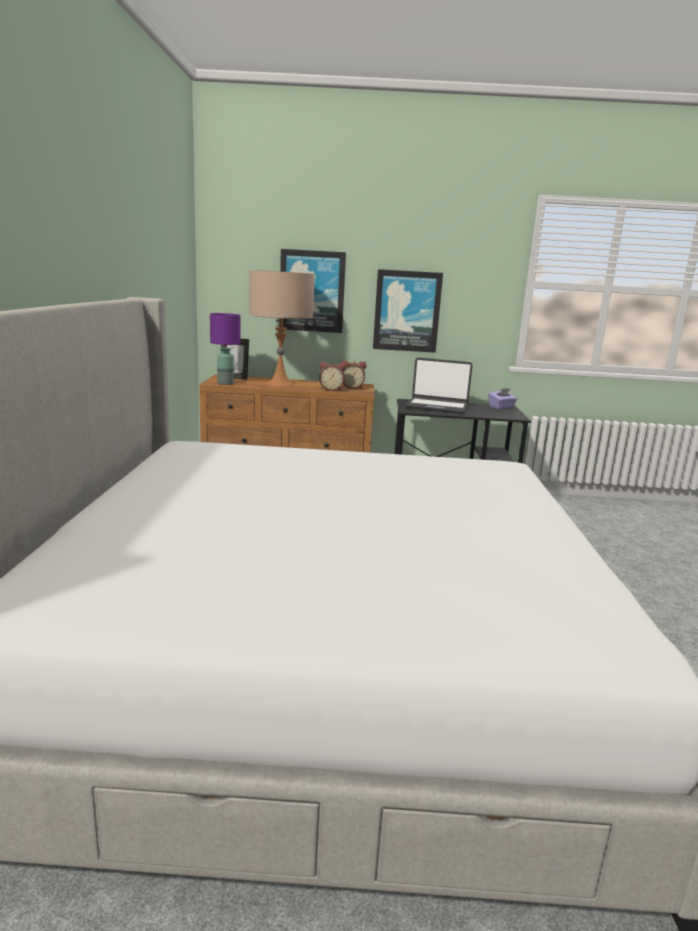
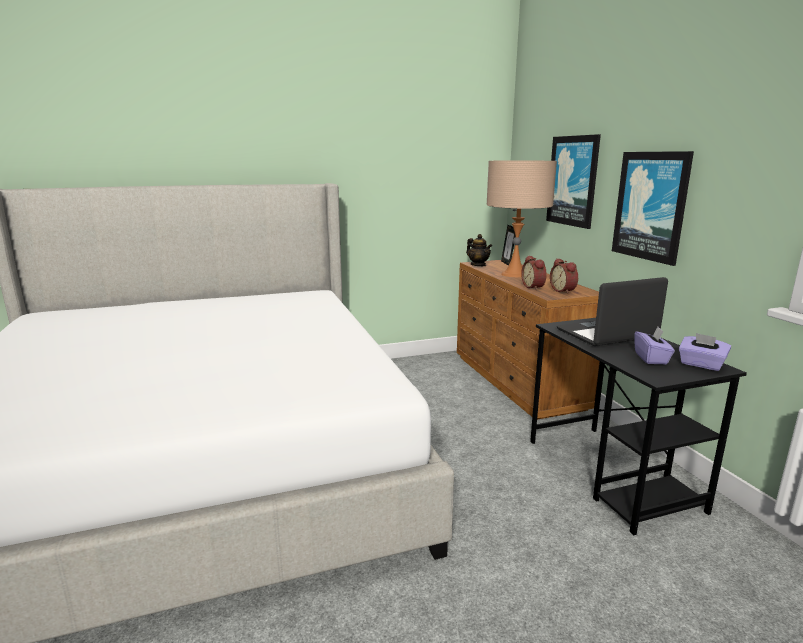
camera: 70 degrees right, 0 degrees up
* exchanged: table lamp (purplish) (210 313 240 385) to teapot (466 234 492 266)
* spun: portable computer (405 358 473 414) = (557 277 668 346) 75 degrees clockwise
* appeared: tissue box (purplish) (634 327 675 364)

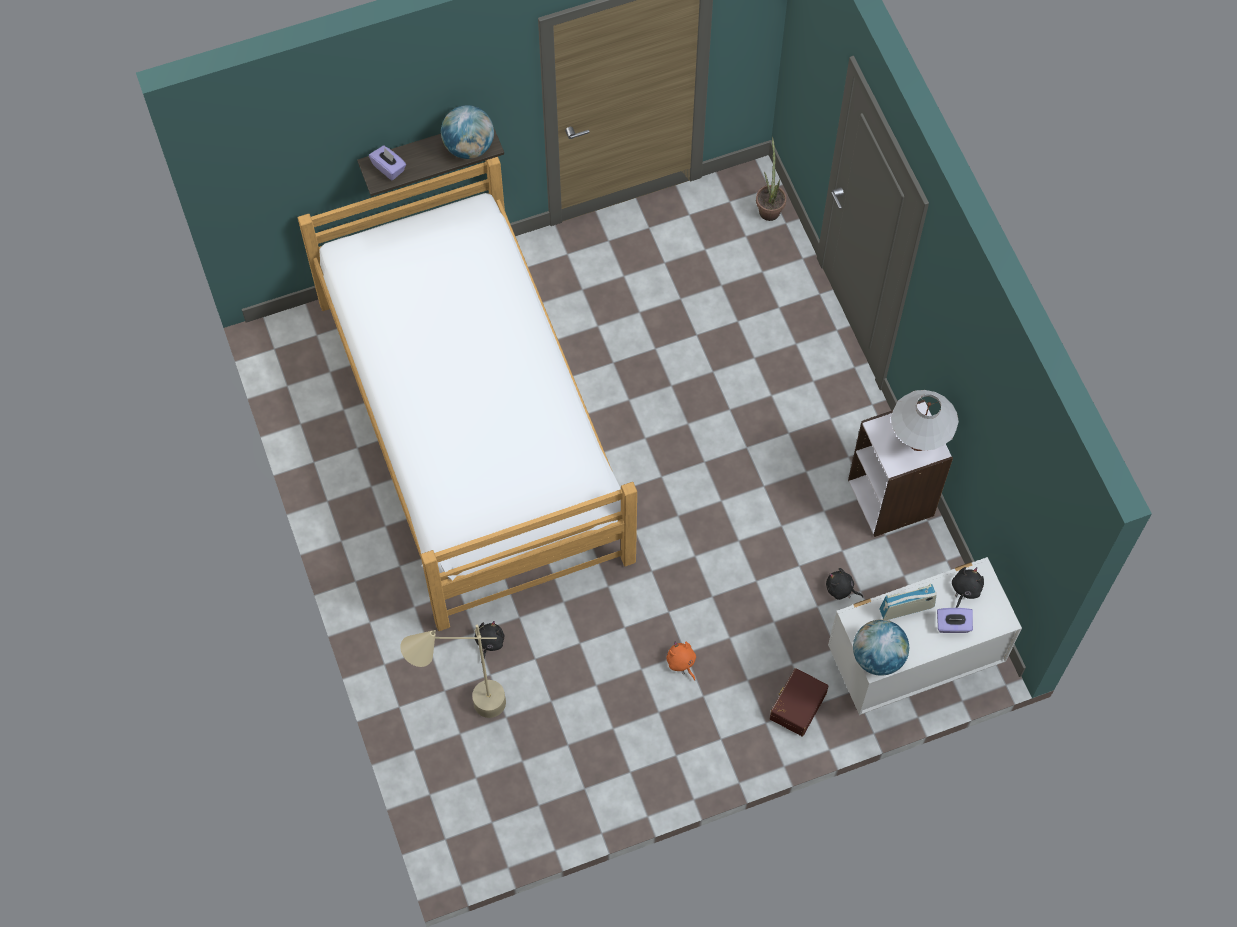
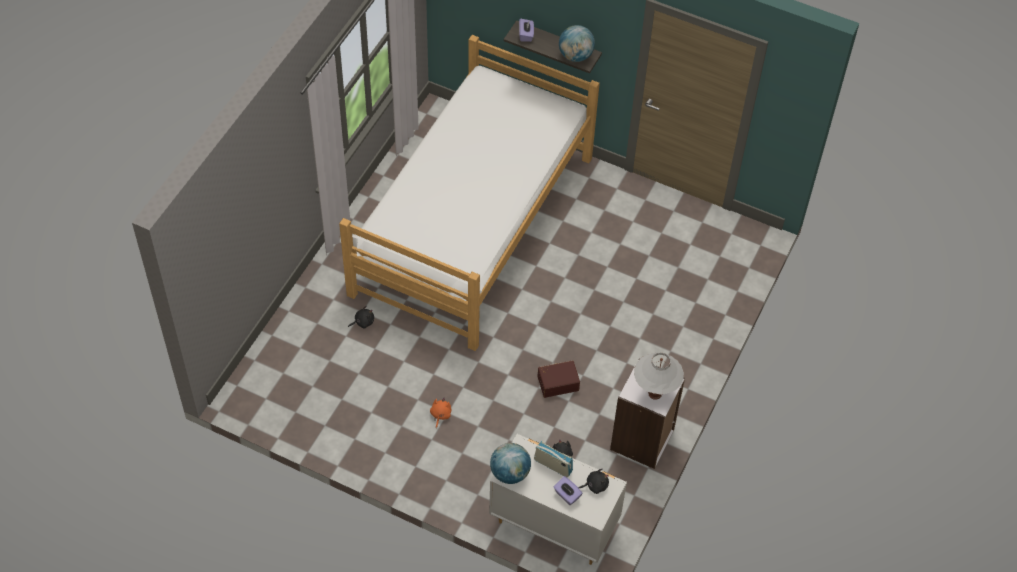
camera: 45 degrees right, 10 degrees down
* missing: floor lamp (sand-coloured) (400 625 506 718)
* missing: houseplant (756 137 787 221)
* relocated: storage box (brown-coloured) (770 668 828 736) to (538 360 580 398)

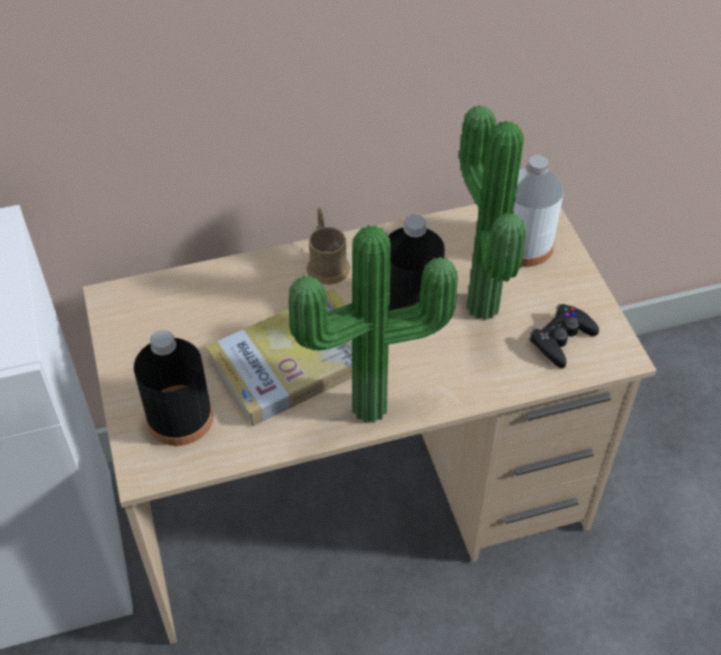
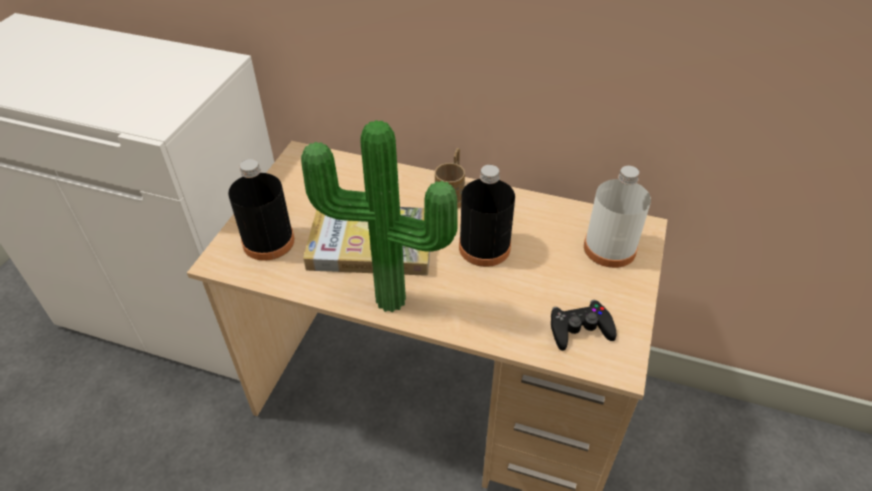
camera: 35 degrees right, 5 degrees down
* missing: houseplant (459 105 526 320)

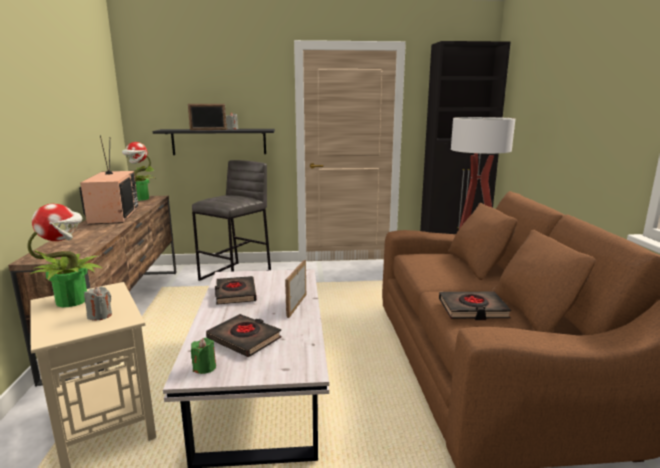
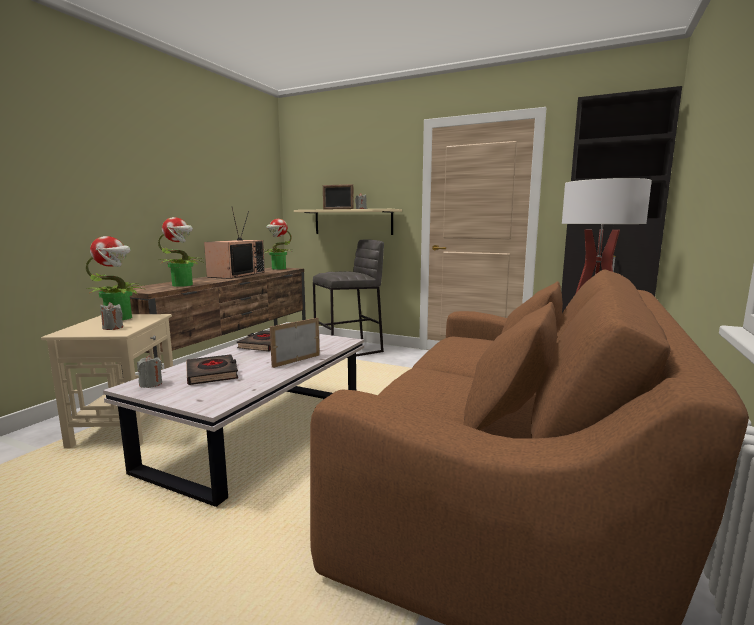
camera: 30 degrees right, 5 degrees down
* colour: wall shelf (black-coloured) (153 129 275 155) to wall shelf (sand-coloured) (294 209 402 235)
* colour: candle (greenish) (191 338 216 374) to candle (gray) (137 355 162 388)
* missing: volume (black-coloured) (439 292 511 320)
* appeared: houseplant (158 217 203 287)

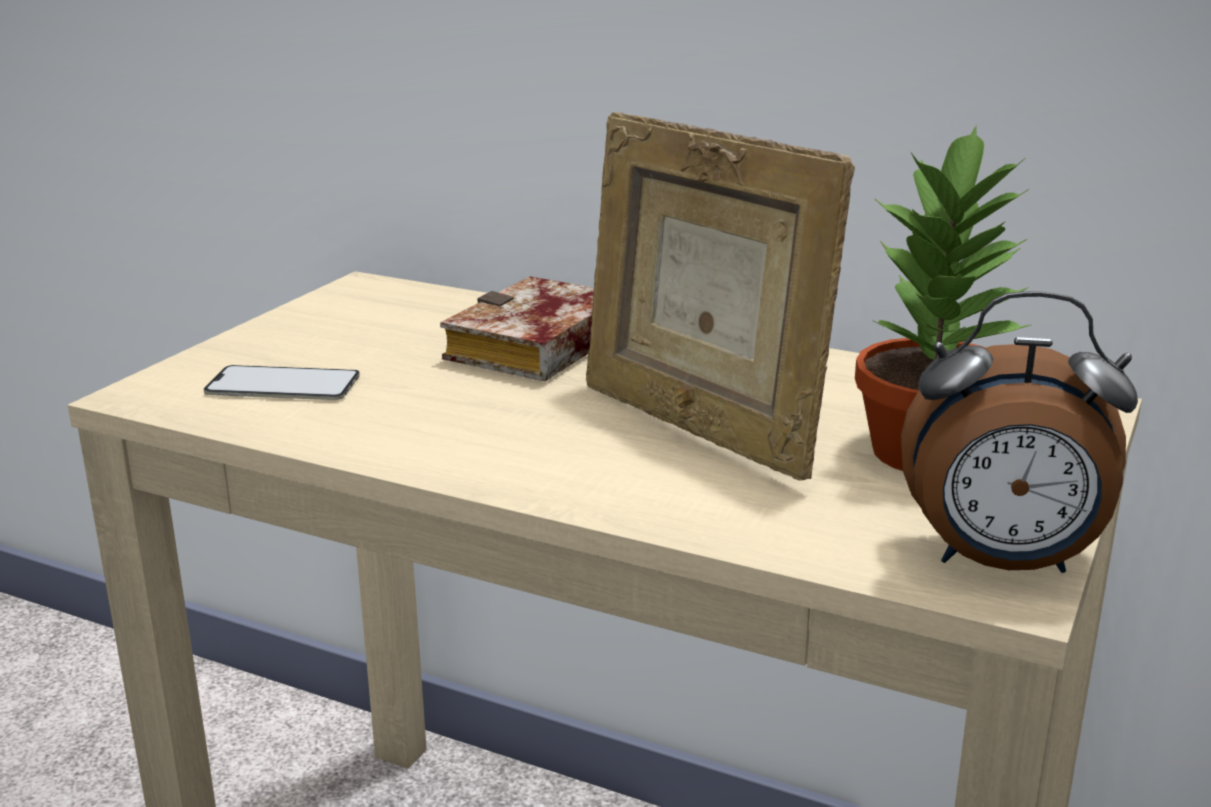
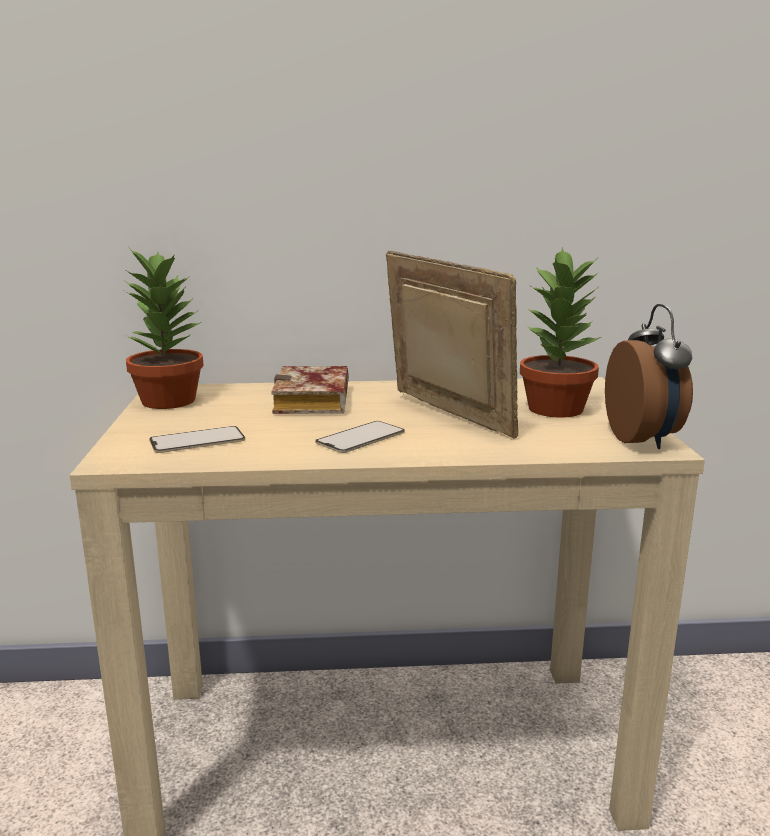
camera: 30 degrees left, 5 degrees down
* spun: picture frame (586 112 855 481) = (386 251 518 439) 150 degrees counterclockwise
* spun: alarm clock (901 291 1138 573) = (605 304 693 449) 75 degrees counterclockwise
* appeared: houseplant (124 248 204 409)
* appeared: telephone (315 421 405 453)

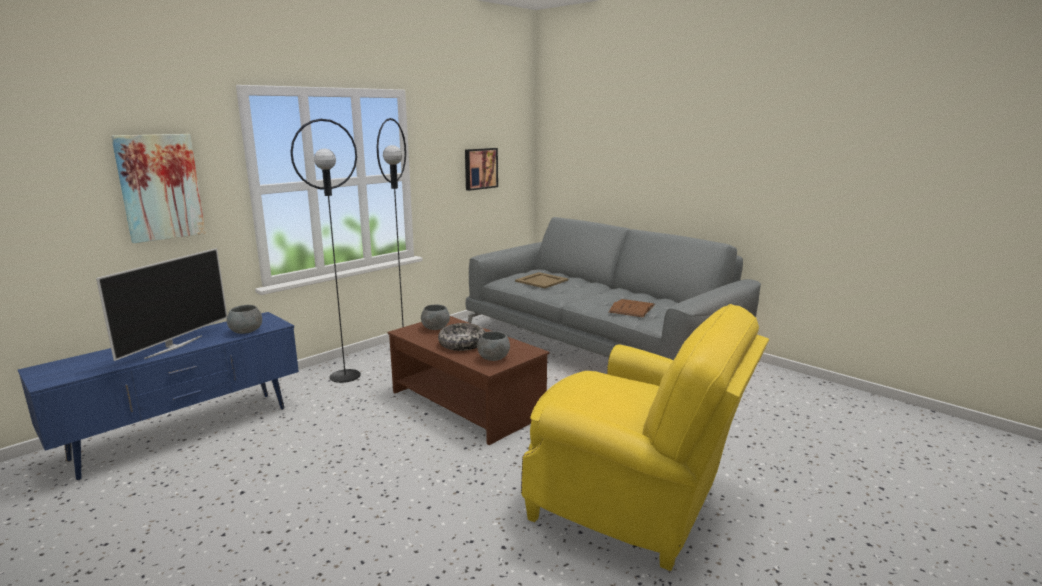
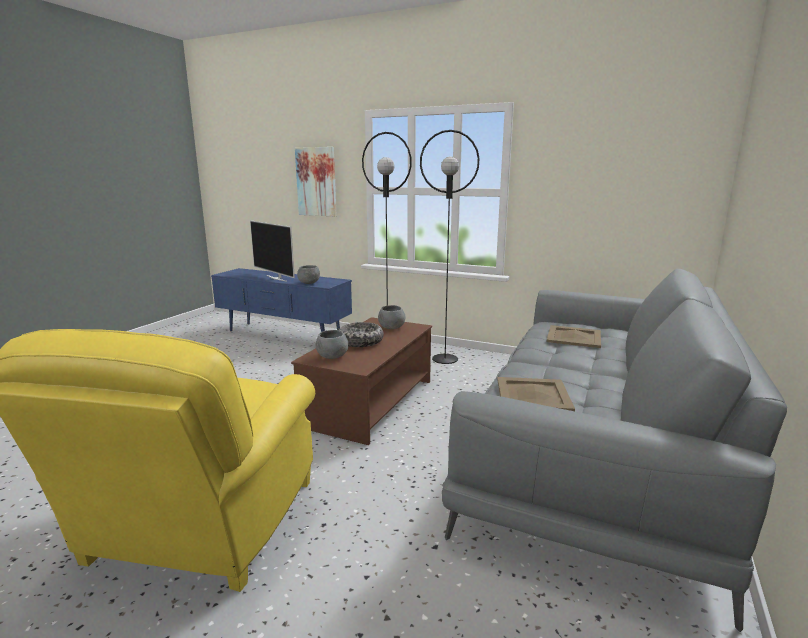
camera: 70 degrees right, 0 degrees up
* spun: TV (96 248 227 361) = (250 220 295 282) 45 degrees clockwise
* missing: wall picture (465 148 498 191)
* exchanged: volume (brown-coloured) (609 299 655 317) to serving tray (sand-coloured) (497 377 575 411)

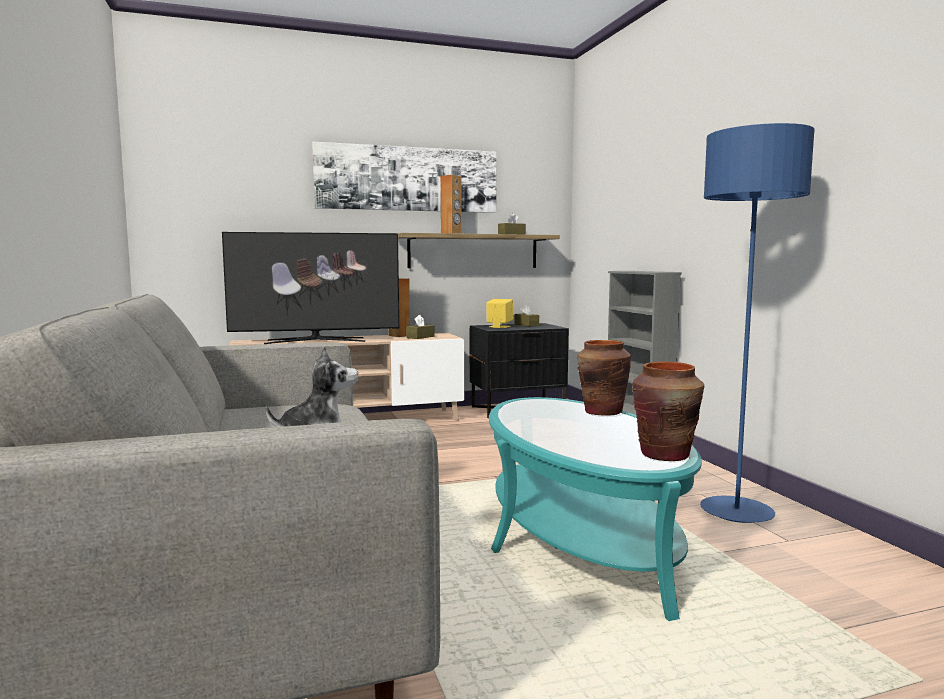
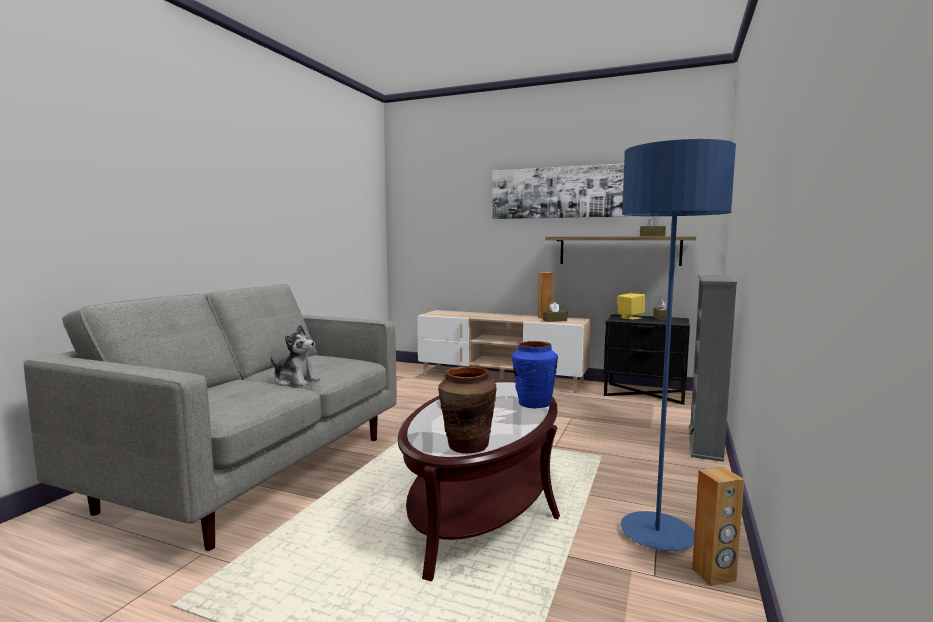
camera: 40 degrees right, 0 degrees up
* missing: TV (222 232 399 344)
* relocated: speaker (brown-coloured) (440 175 462 234) to (692 467 744 586)
* colour: low table (turquoise) (489 397 702 621) to low table (brown-coloured) (398 381 560 581)
* colour: flower vase (brown-coloured) (577 340 631 416) to flower vase (blue-coloured) (512 341 558 408)

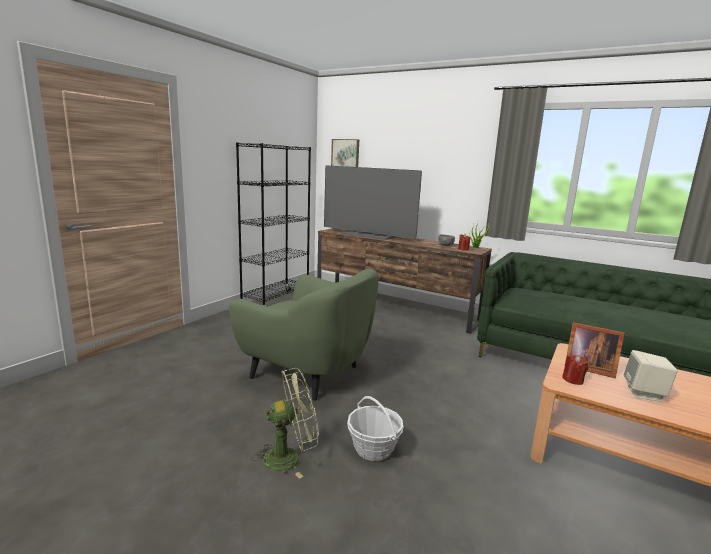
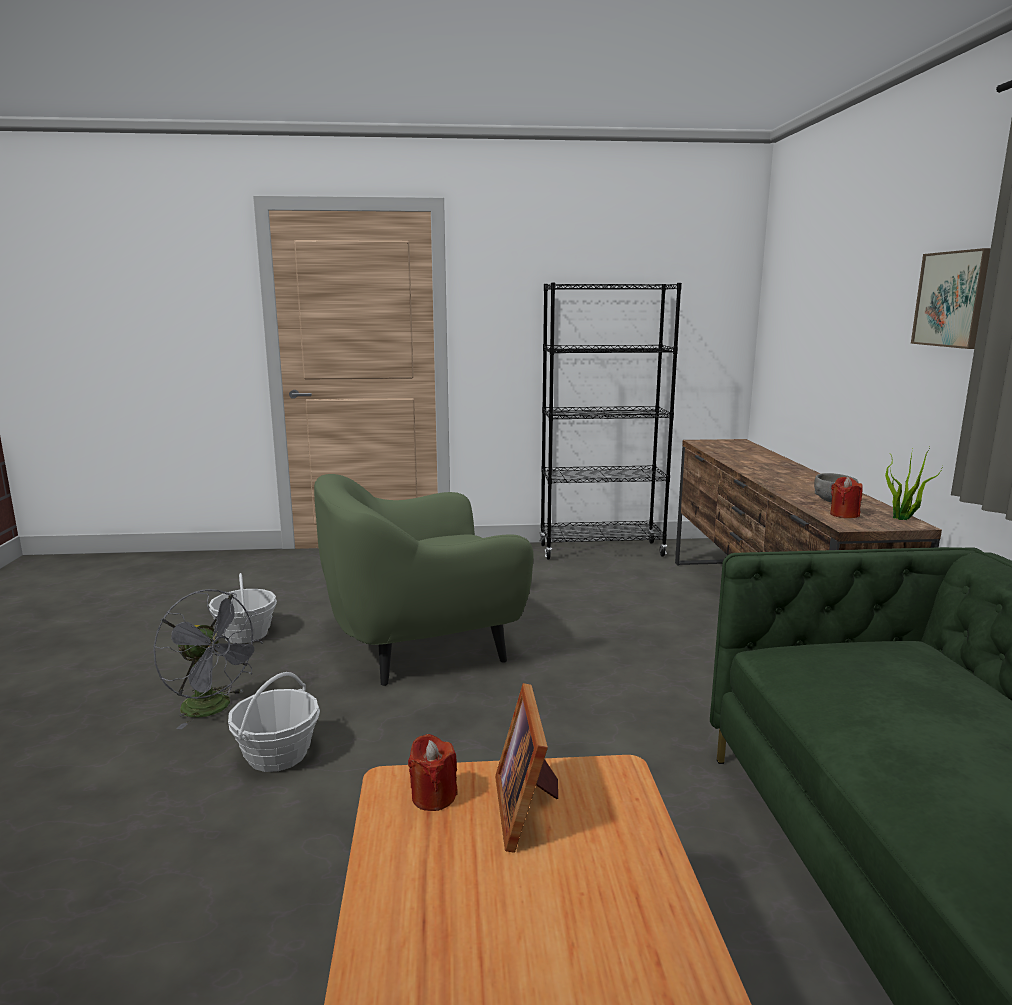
camera: 55 degrees right, 0 degrees up
* spun: armchair (greenish) (229 269 379 401) = (314 474 534 686) 75 degrees clockwise
* colour: cooling fan (greenish) (252 368 319 479) to cooling fan (gray) (153 589 263 729)
* missing: TV (324 165 422 240)
* relocated: wall picture (331 139 359 167) to (911 248 991 349)
* missing: speaker (sand-coloured) (624 350 678 402)
* appeared: household basket (209 573 277 644)

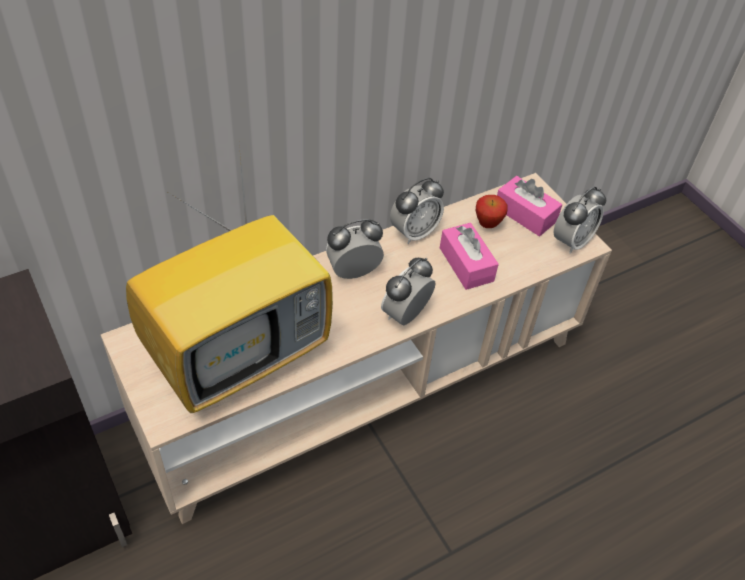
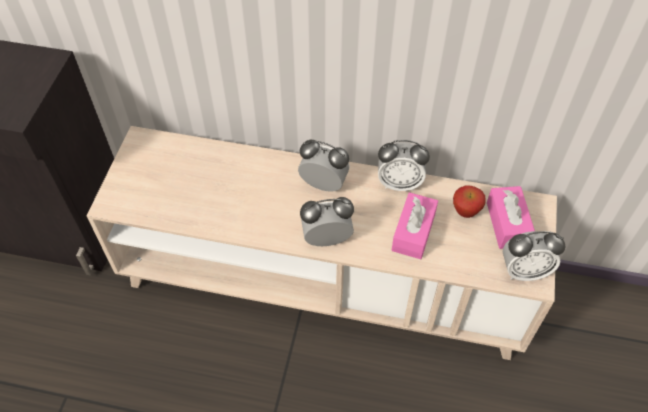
camera: 45 degrees right, 5 degrees up
* missing: TV (126 145 333 413)

